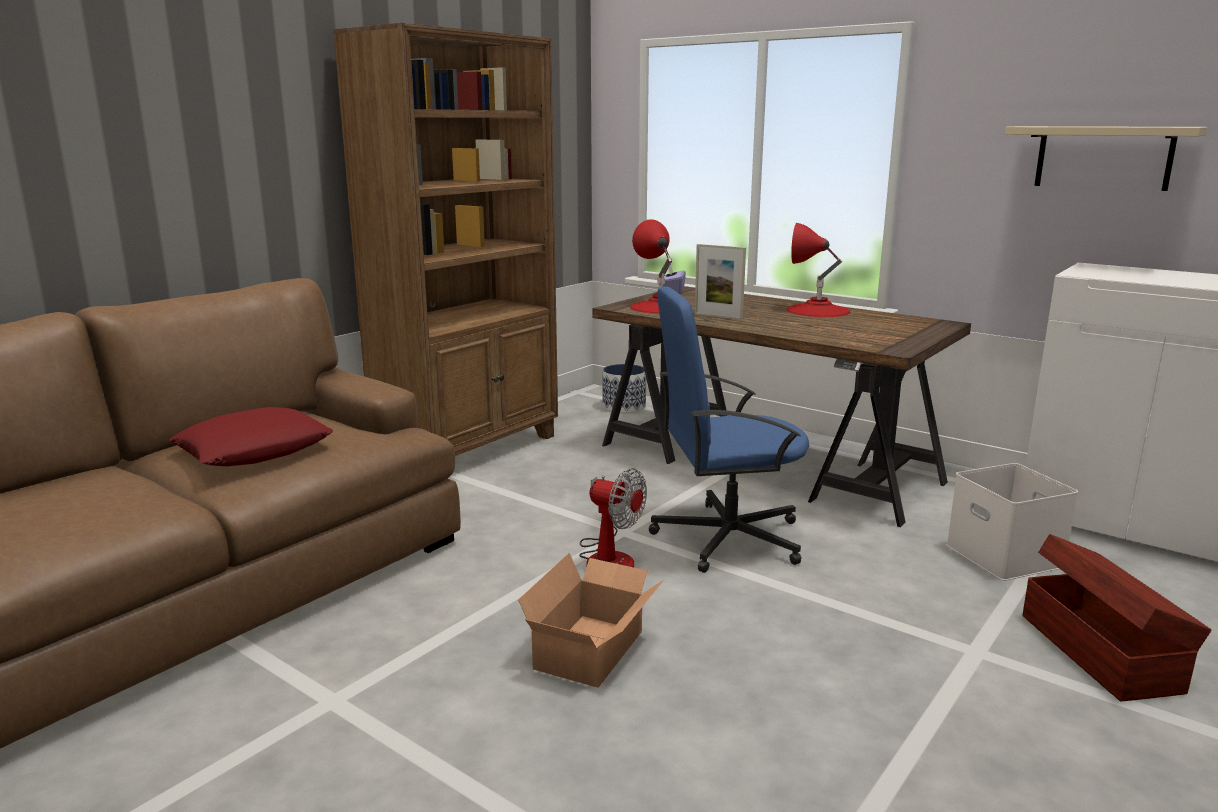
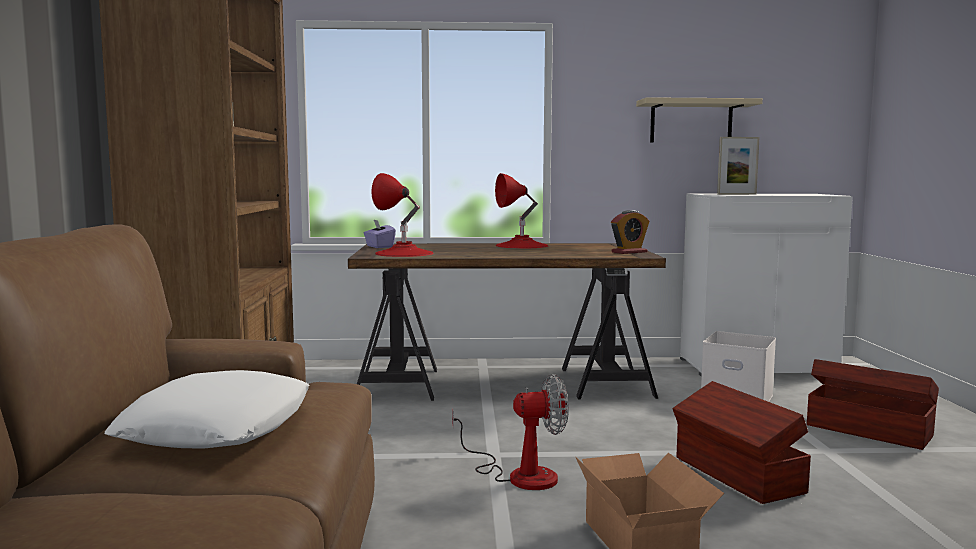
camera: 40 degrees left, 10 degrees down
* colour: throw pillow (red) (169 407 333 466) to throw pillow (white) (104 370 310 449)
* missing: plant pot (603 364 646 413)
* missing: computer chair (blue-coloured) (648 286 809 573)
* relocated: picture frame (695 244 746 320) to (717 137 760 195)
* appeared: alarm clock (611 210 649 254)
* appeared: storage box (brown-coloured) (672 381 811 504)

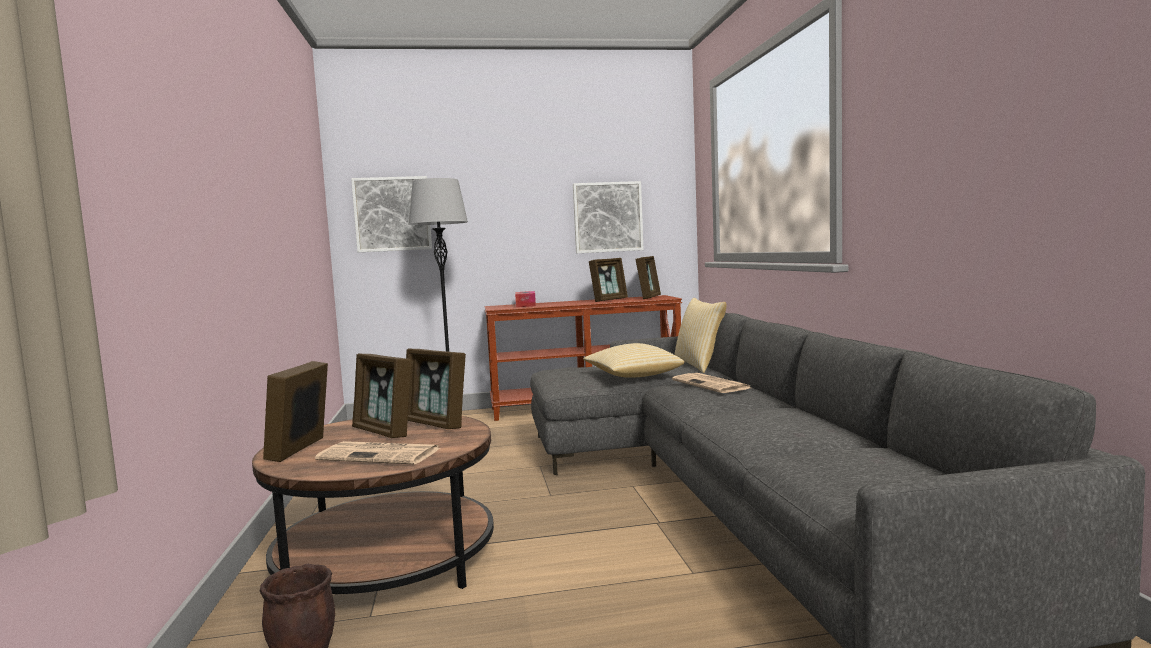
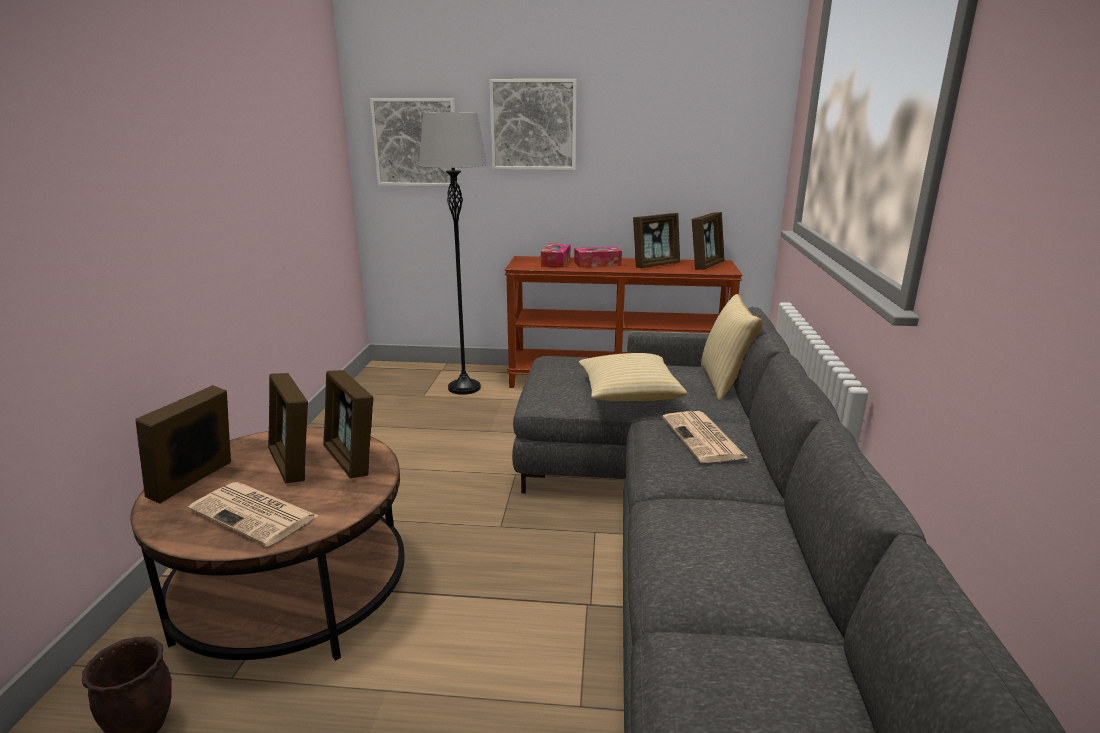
camera: 15 degrees right, 15 degrees up
* relocated: wall picture (573 181 644 253) to (489 79 577 170)
* appeared: tissue box (574 247 622 268)

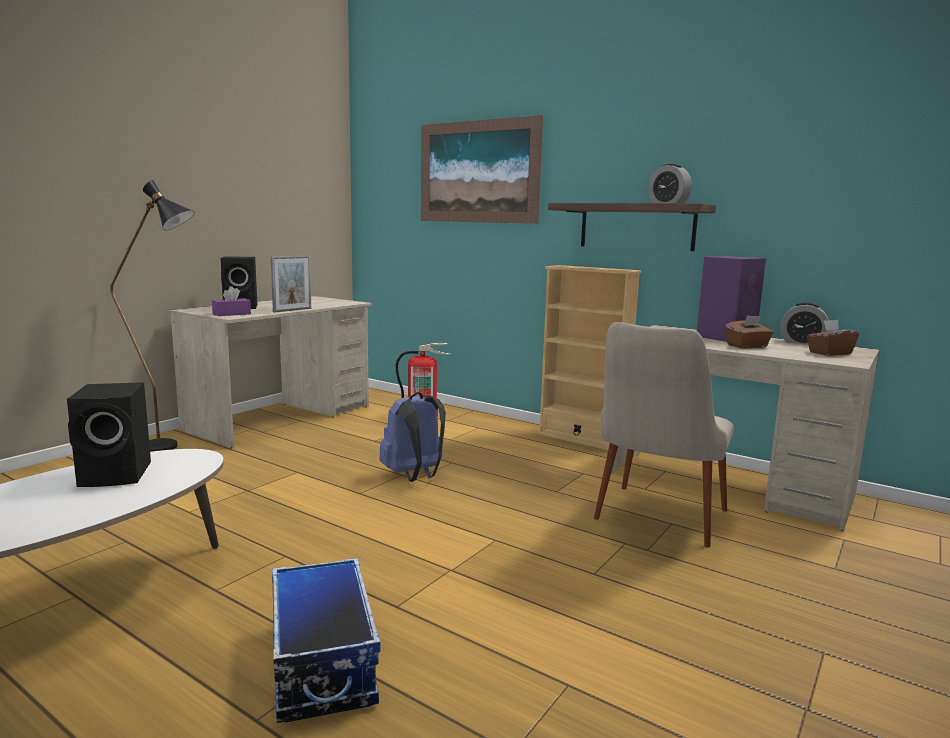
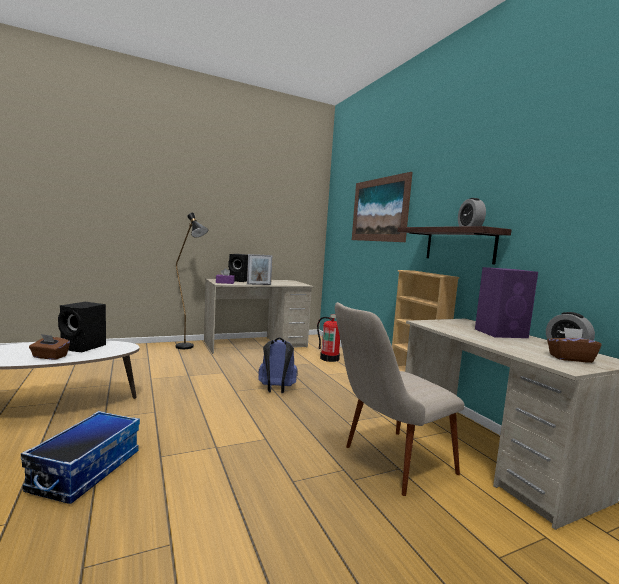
camera: 30 degrees right, 5 degrees down
* relocated: tissue box (brown-coloured) (725 316 774 349) to (29 334 70 360)

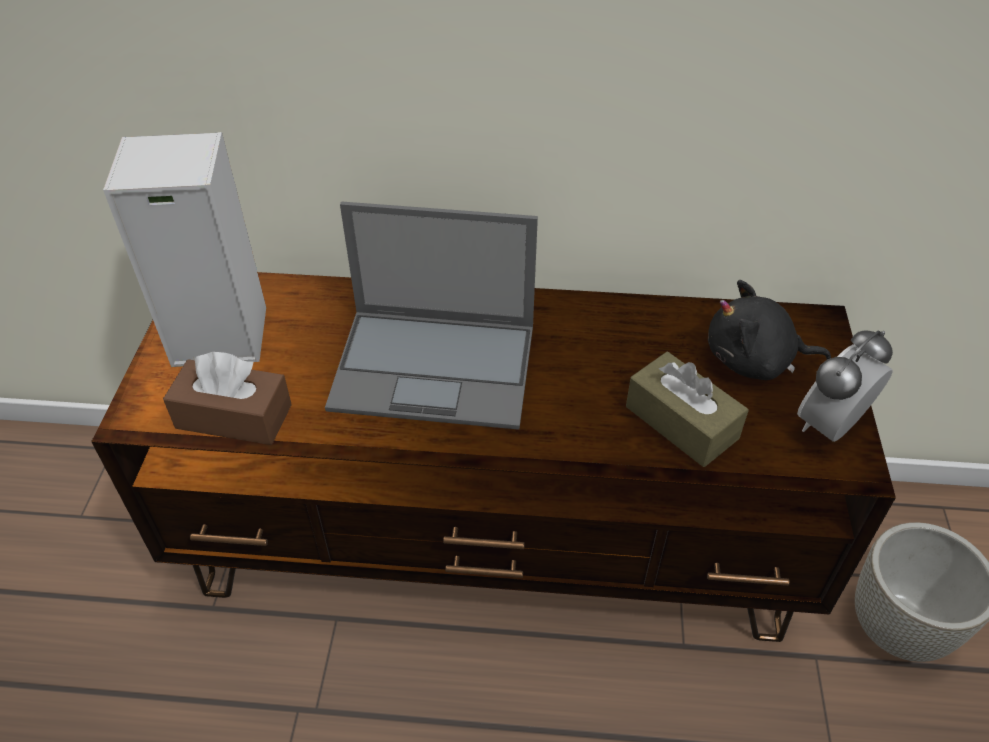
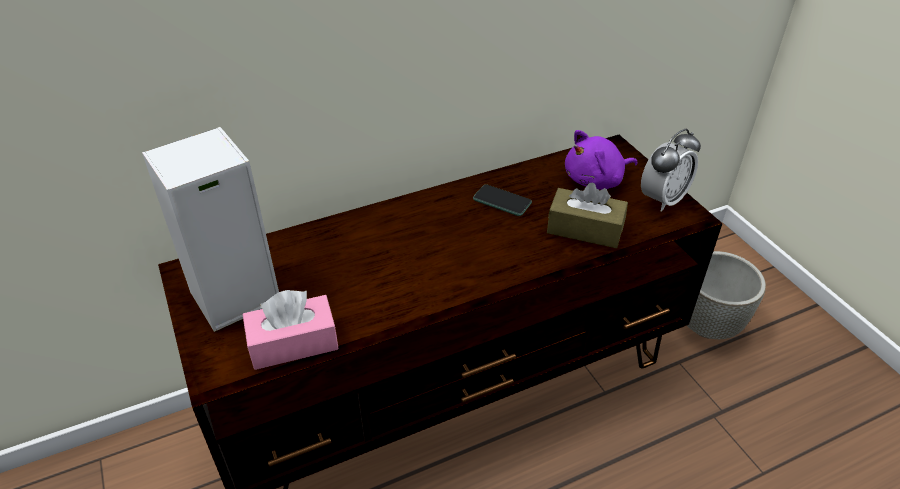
camera: 30 degrees left, 5 degrees down
* colour: tissue box (brown-coloured) (163 352 292 445) to tissue box (pink) (242 290 339 370)
* missing: portable computer (325 201 538 430)
* colour: soft toy (black-coloured) (708 280 831 380) to soft toy (purplish) (565 130 638 190)
* spun: alarm clock (797 330 893 442) = (641 129 701 212) 150 degrees counterclockwise
* appeared: telephone (473 184 532 216)

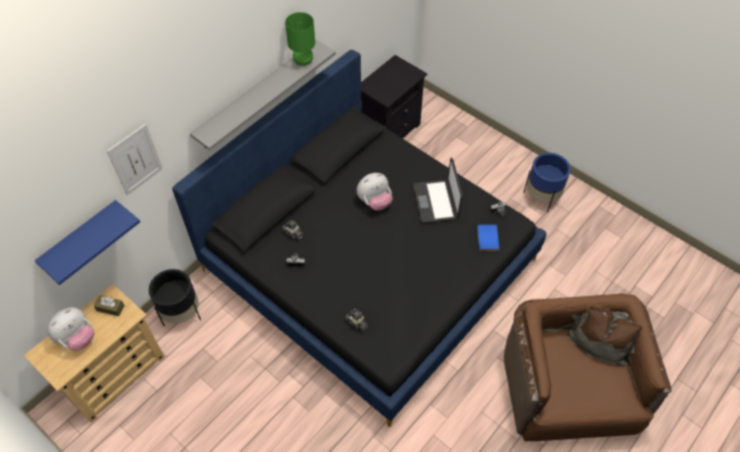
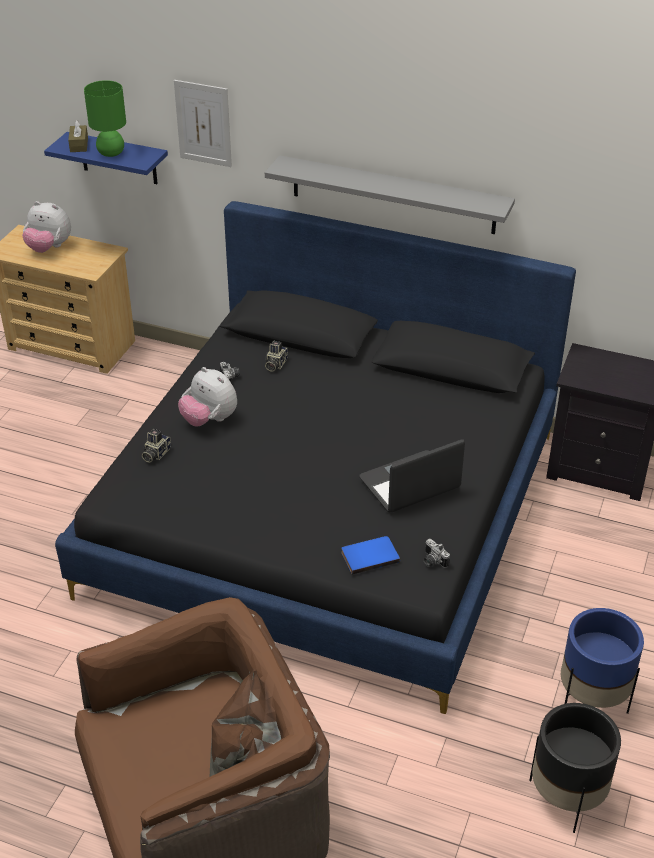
camera: 70 degrees right, 15 degrees down
* relocated: tissue box (brown-coloured) (94 295 125 316) to (68 120 88 152)
* relocated: plant pot (black-coloured) (149 269 201 326) to (529 703 621 833)
* relocated: table lamp (greenish) (285 12 315 66) to (84 80 126 157)
* relocated: soft toy (357 173 393 211) to (178 367 237 426)

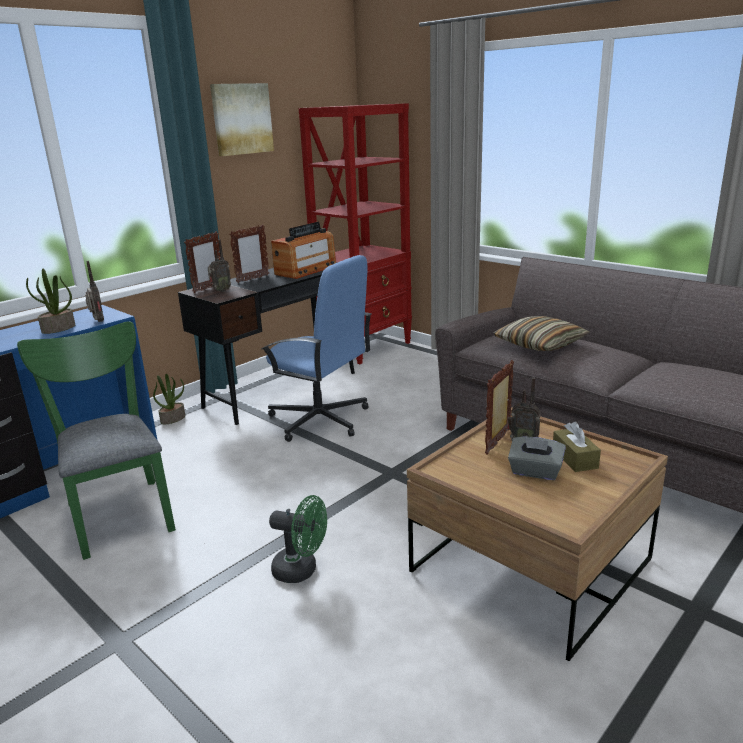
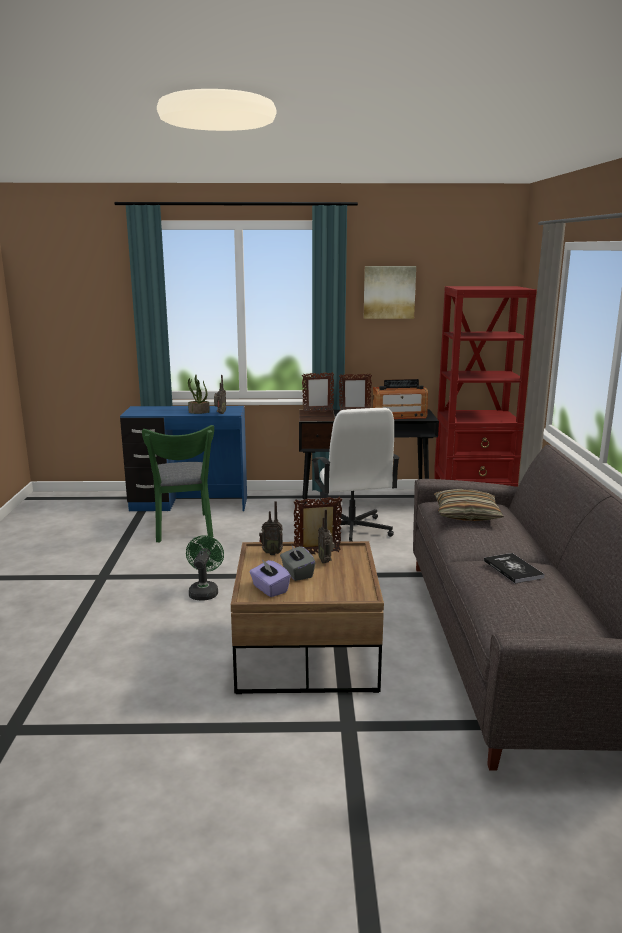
camera: 45 degrees right, 5 degrees down
* spun: upright chair (greenish) (17 321 176 560) = (142 425 214 542) 150 degrees clockwise
* missing: houseplant (153 374 185 424)
* relocated: radio set (208 239 231 292) to (259 501 283 555)
* colour: computer chair (blue-coloured) (261 255 371 442) to computer chair (white) (312 408 400 541)
* spun: cooling fan (greenish) (269 495 327 583) = (186 535 224 600) 150 degrees counterclockwise
* missing: tissue box (brown-coloured) (553 421 601 472)
* appeared: tissue box (purplish) (250 559 291 597)
* appeared: volume (484 553 545 584)

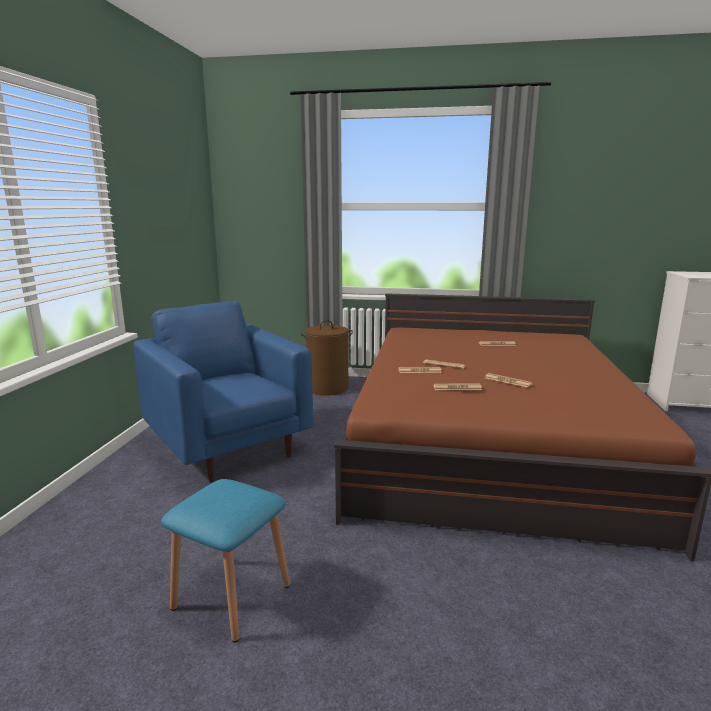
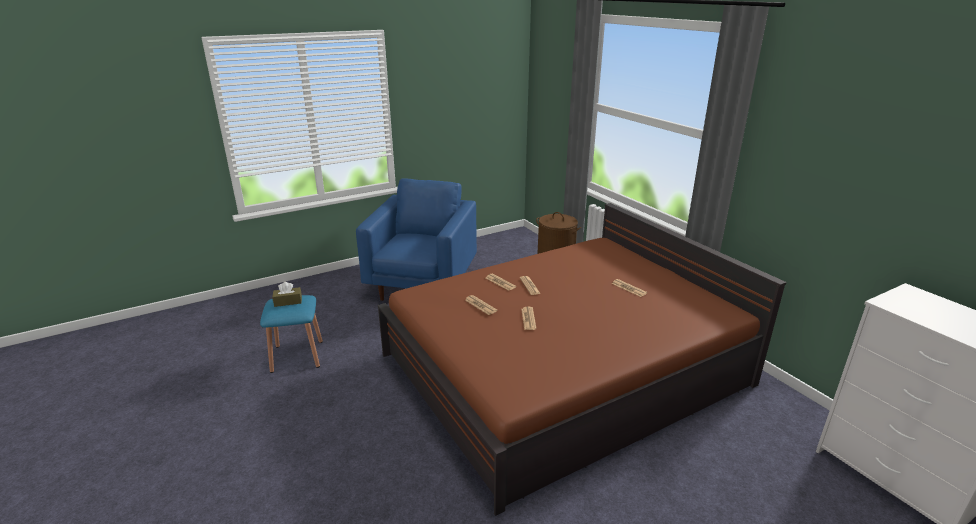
camera: 50 degrees right, 10 degrees up
* appeared: tissue box (brown-coloured) (272 282 302 307)

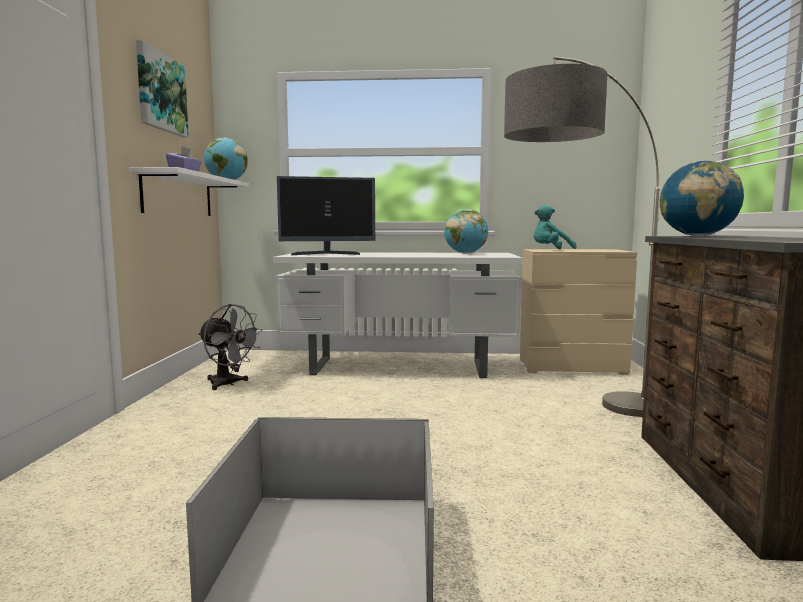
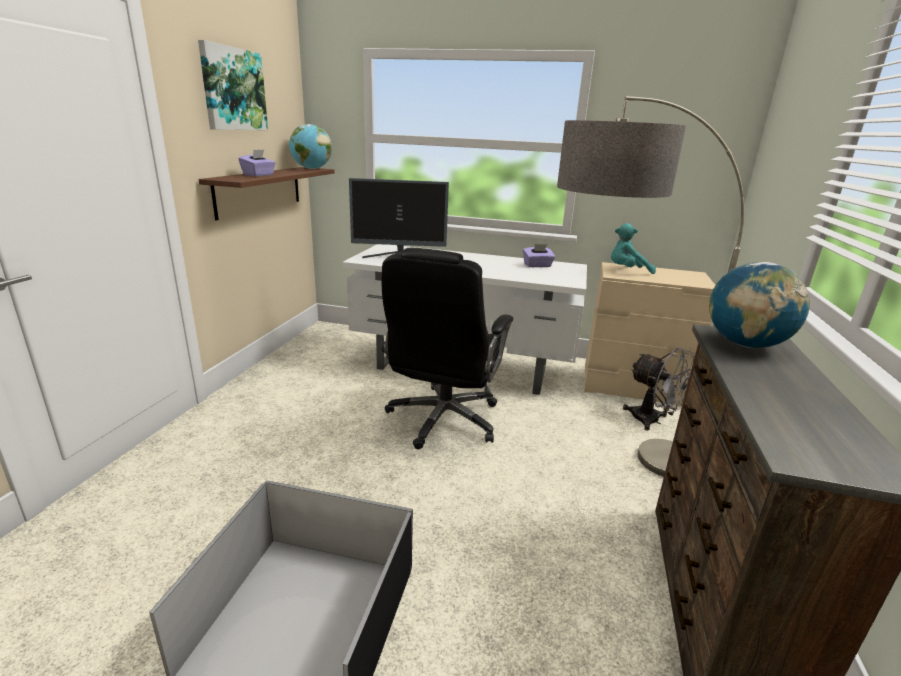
camera: 10 degrees right, 15 degrees up
* colour: wall shelf (white) (129 167 249 216) to wall shelf (brown-coloured) (198 167 335 220)
* relocated: cooling fan (gray) (198 304 263 390) to (623 348 695 431)
* exchanged: world globe (444 209 488 254) to tissue box (purplish) (523 244 555 267)
* appeared: computer chair (black-coloured) (382 248 513 449)

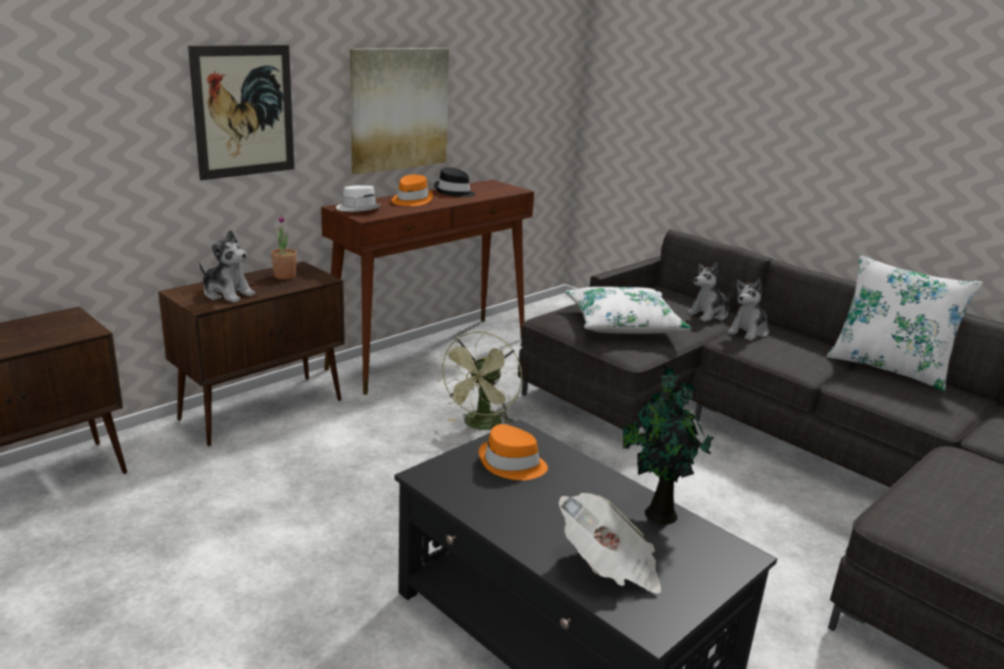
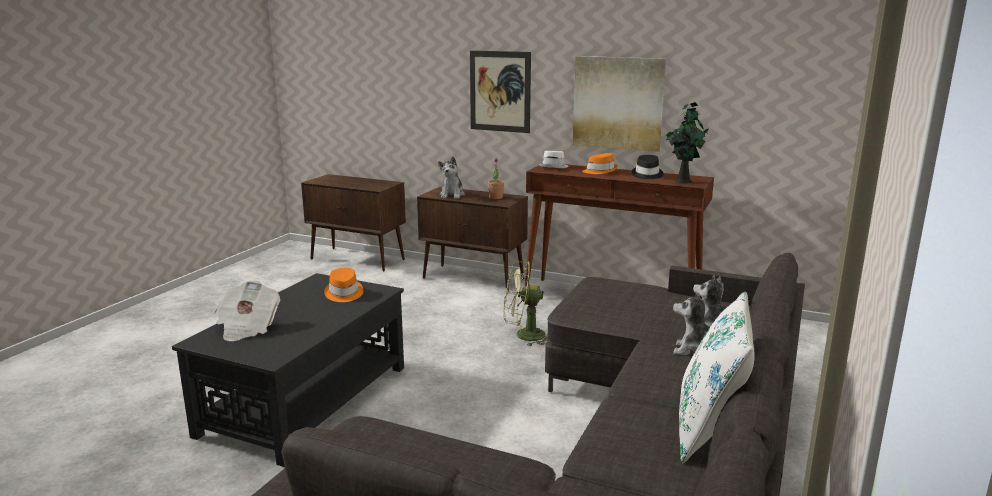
camera: 70 degrees right, 5 degrees down
* missing: throw pillow (white) (565 287 692 334)
* relocated: houseplant (623 365 714 525) to (666 102 708 183)

